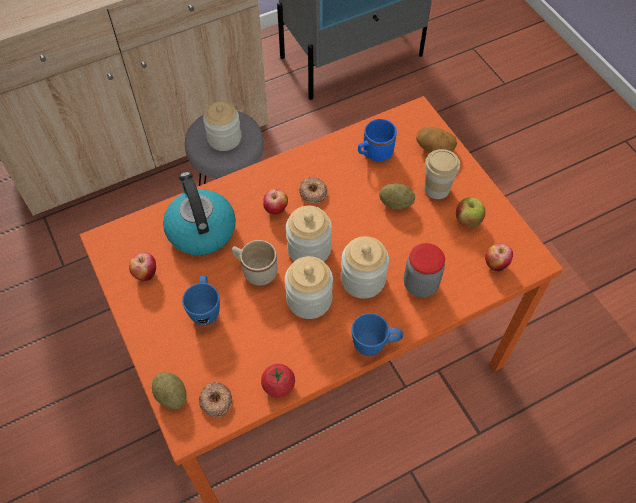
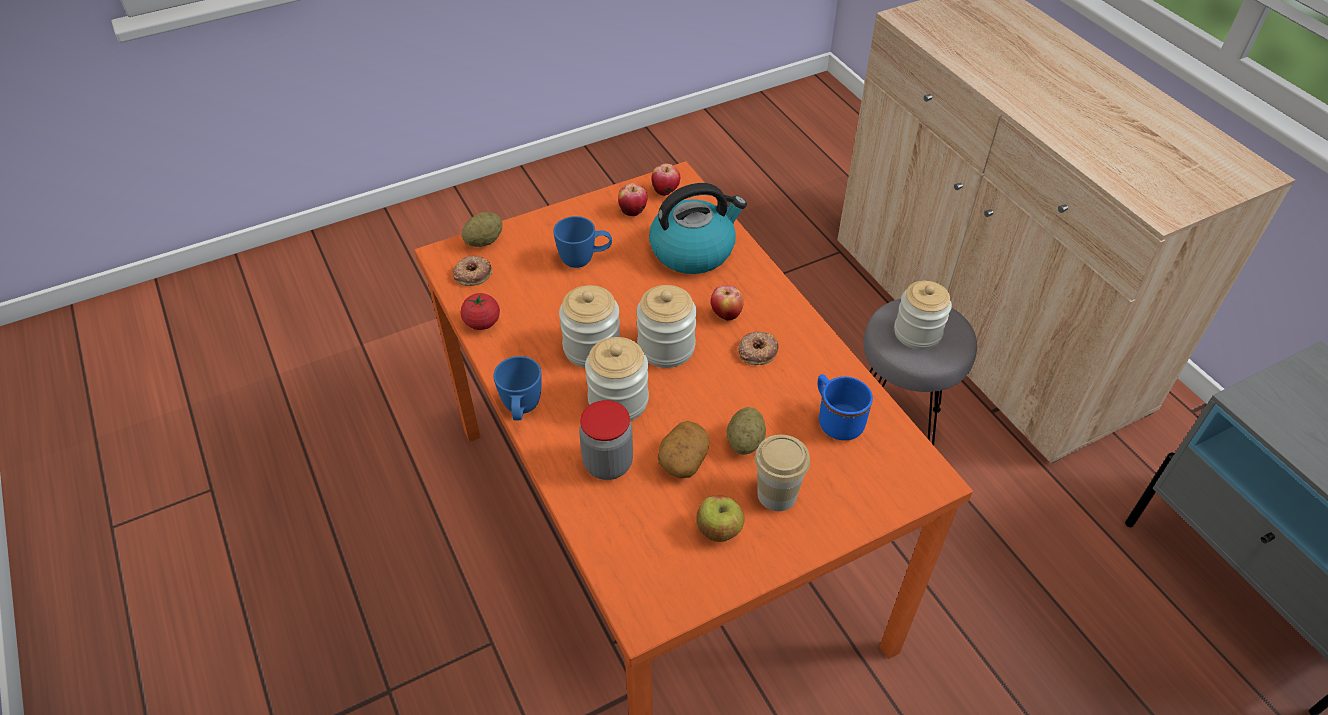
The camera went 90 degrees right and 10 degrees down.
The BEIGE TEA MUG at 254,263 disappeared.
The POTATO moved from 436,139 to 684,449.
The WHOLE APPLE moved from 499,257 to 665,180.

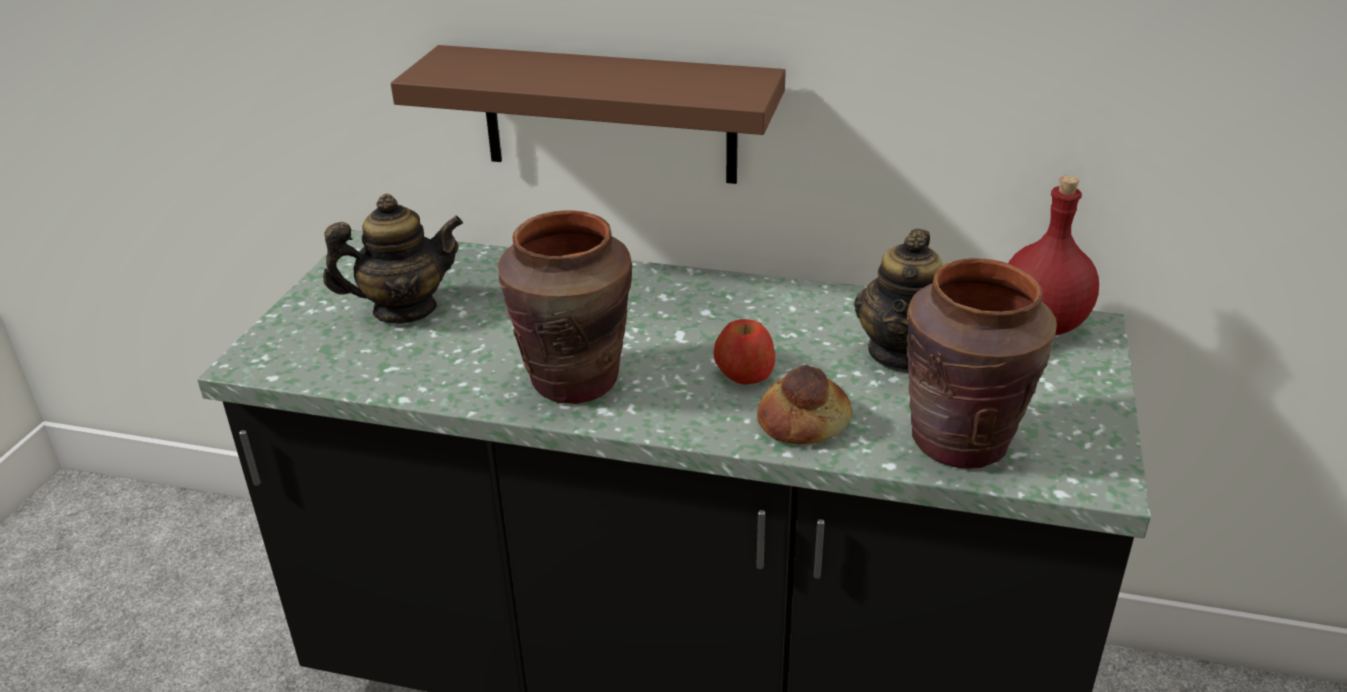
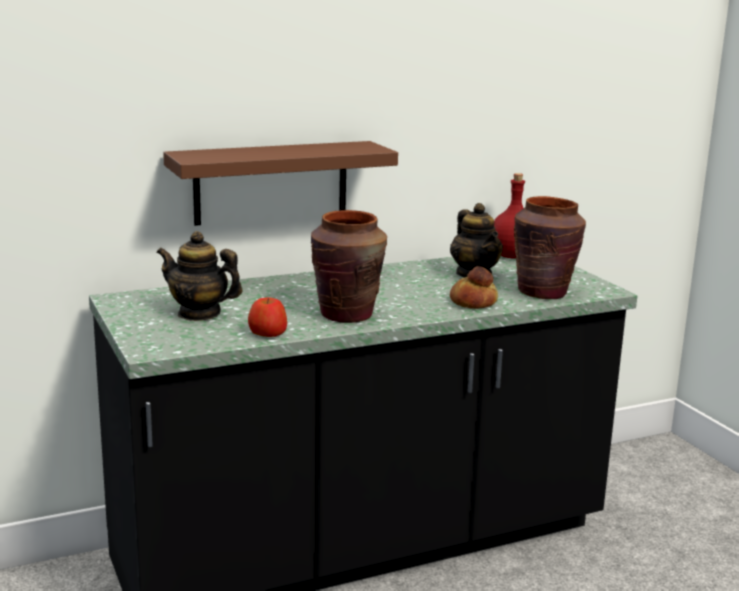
The camera went 40 degrees left and 15 degrees down.
The TEAPOT at 393,259 turned 105 degrees counterclockwise.
The WHOLE APPLE moved from 744,352 to 267,317.

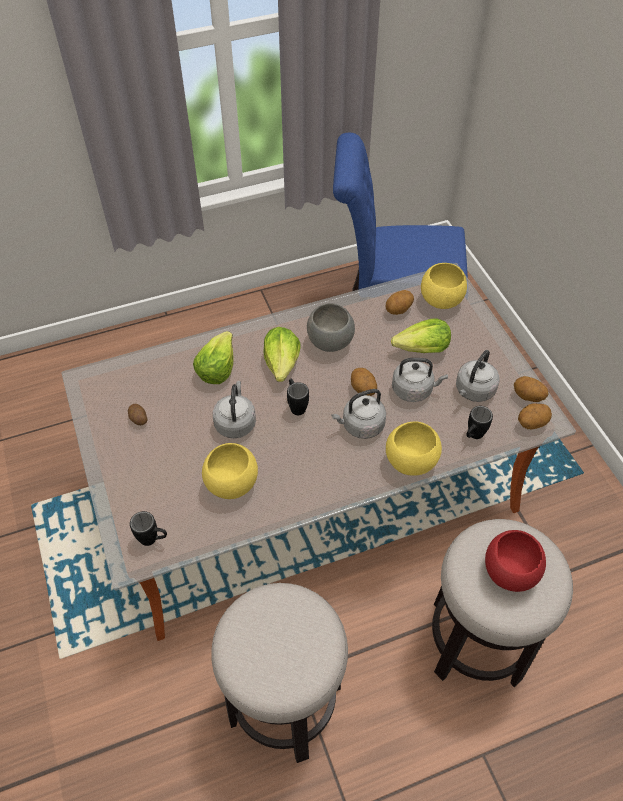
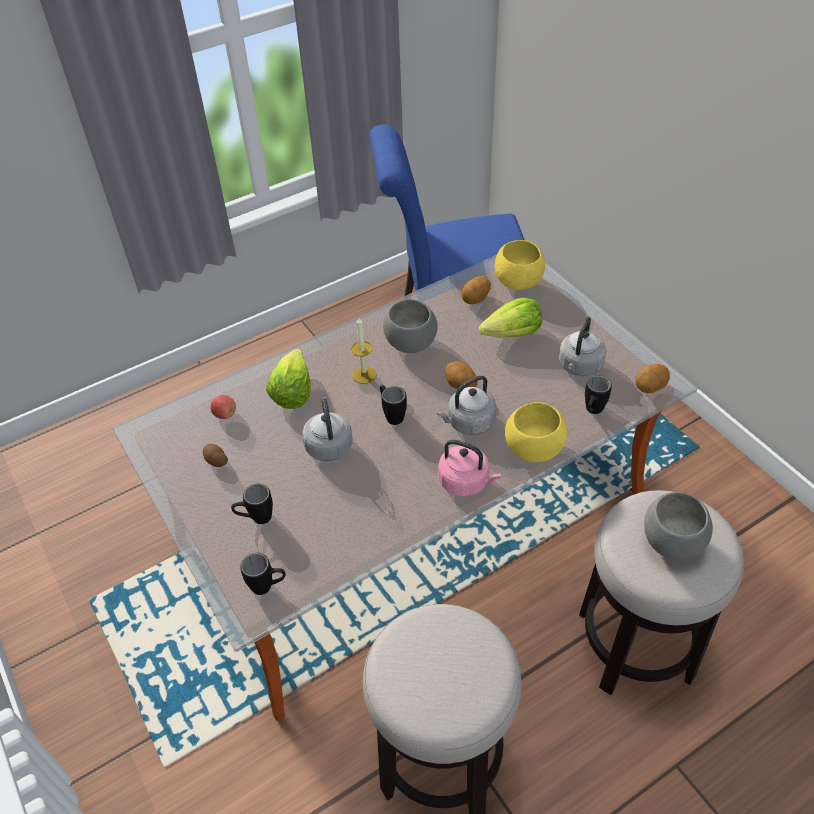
The camera went 10 degrees left and 5 degrees down.
The YELLOW BOWL at 230,471 disappeared.
The LETTUCE HEAD at 281,354 was replaced by the CANDLE at 363,351.
The GREYISH KETTLE at 420,380 disappeared.
The RED BOWL at 515,561 became the GREYISH BOWL at 678,526.
The POTATO at 531,389 disappeared.
The WHOLE APPLE at 223,407 appeared.
The BLACK-COLOURED TEA MUG at 252,504 appeared.
The PINKISH KETTLE at 469,468 appeared.

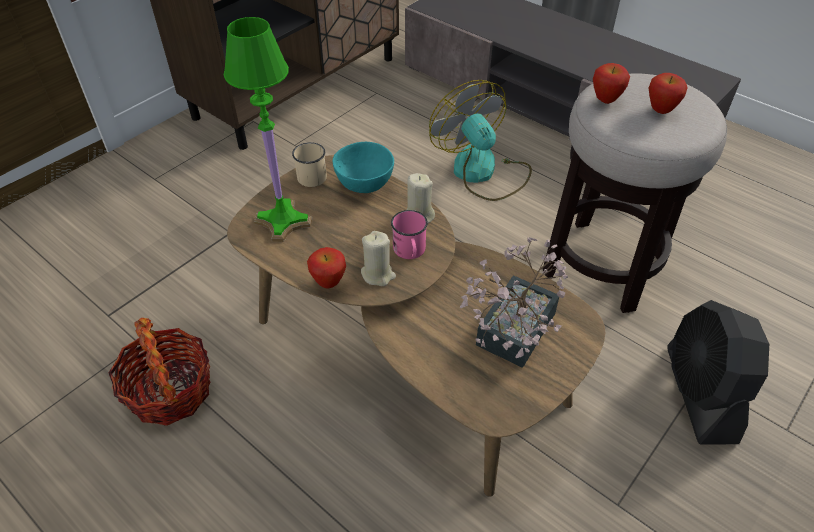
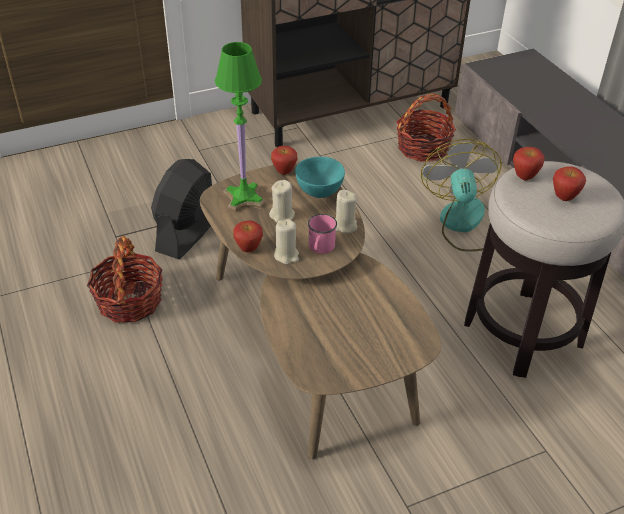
The camera went 25 degrees right and 5 degrees down.
The BEIGE TEA MUG at 309,164 was replaced by the WHOLE APPLE at 284,160.
The PLANT IN A POT at 514,303 disappeared.
The BLACK-COLOURED ELECTRIC FAN moved from 718,372 to 181,209.
The BEIGE CANDLE at 282,201 appeared.
The HOUSEHOLD BASKET at 426,127 appeared.

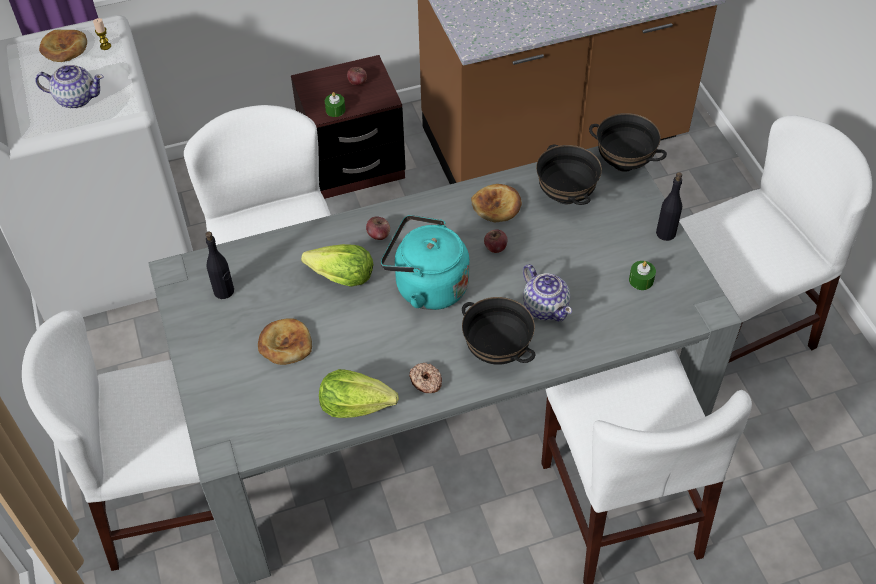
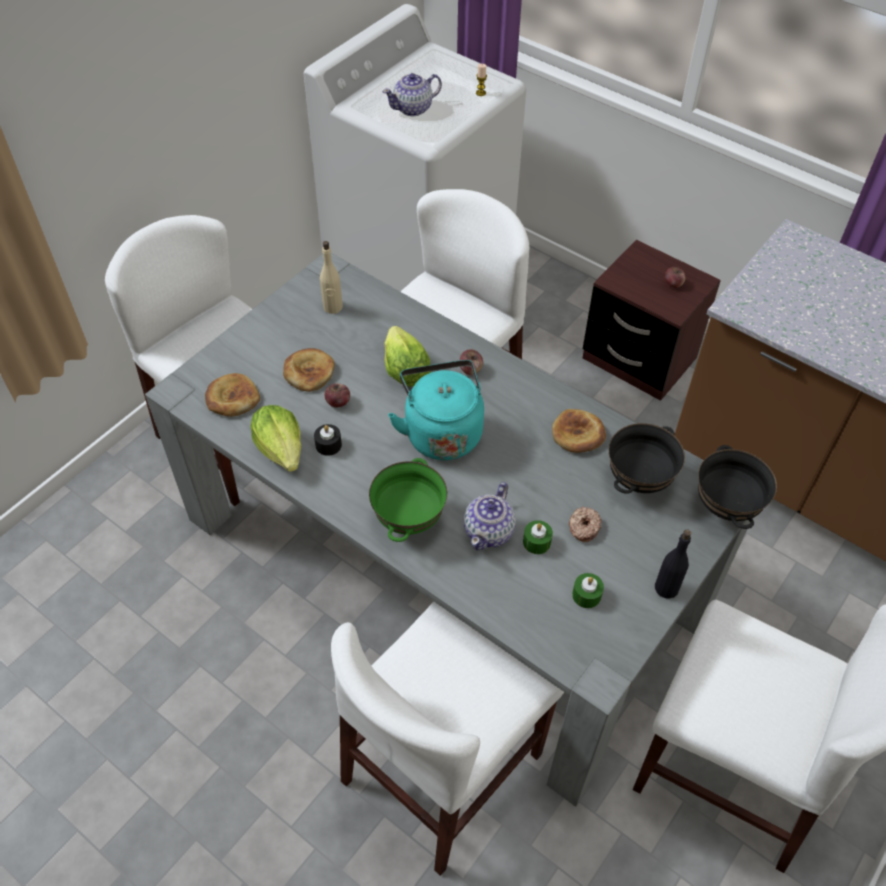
The camera went 55 degrees right and 0 degrees up.
The TEAPOT at 69,86 turned 90 degrees clockwise.
The BAKED BREAD moved from 63,45 to 232,395.
The BLACK-COLOURED DRINK BOTTLE at 220,265 became the BEIGE DRINK BOTTLE at 331,277.
The GREEN CANDLE moved from 335,104 to 538,537.
The RING DOUGHNUT moved from 425,378 to 585,524.
The BLACK-COLOURED BOWL at 499,331 became the GREEN BOWL at 408,500.
The WHOLE APPLE moved from 495,241 to 337,395.
The BLACK-COLOURED CANDLE at 328,440 appeared.

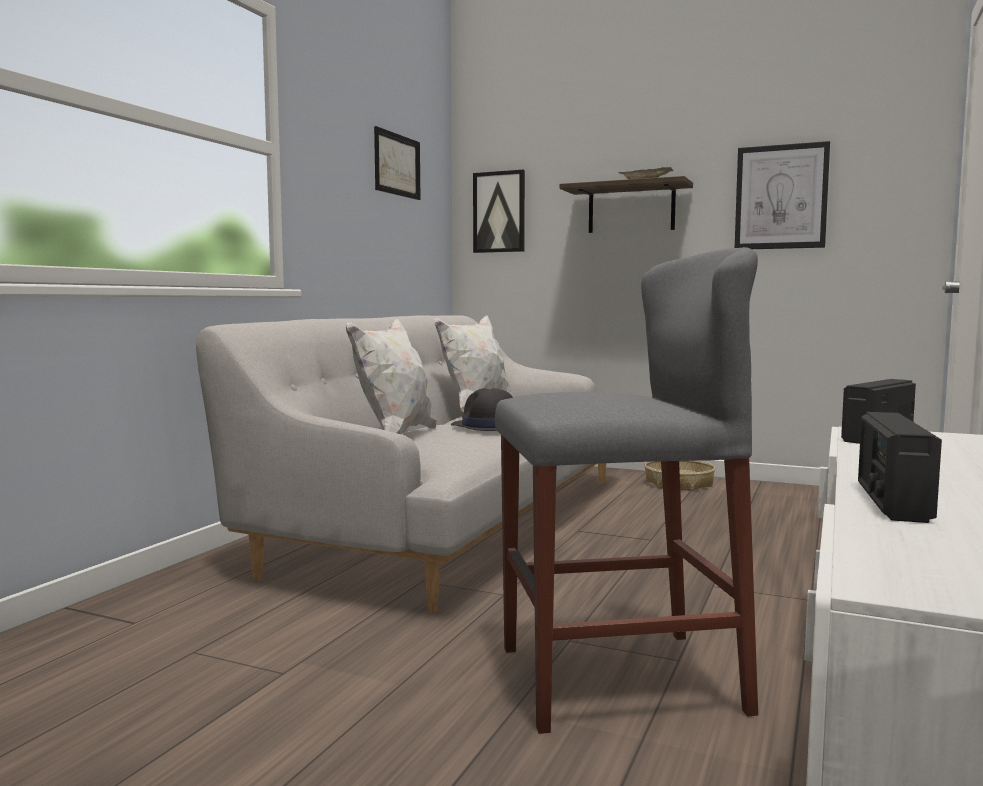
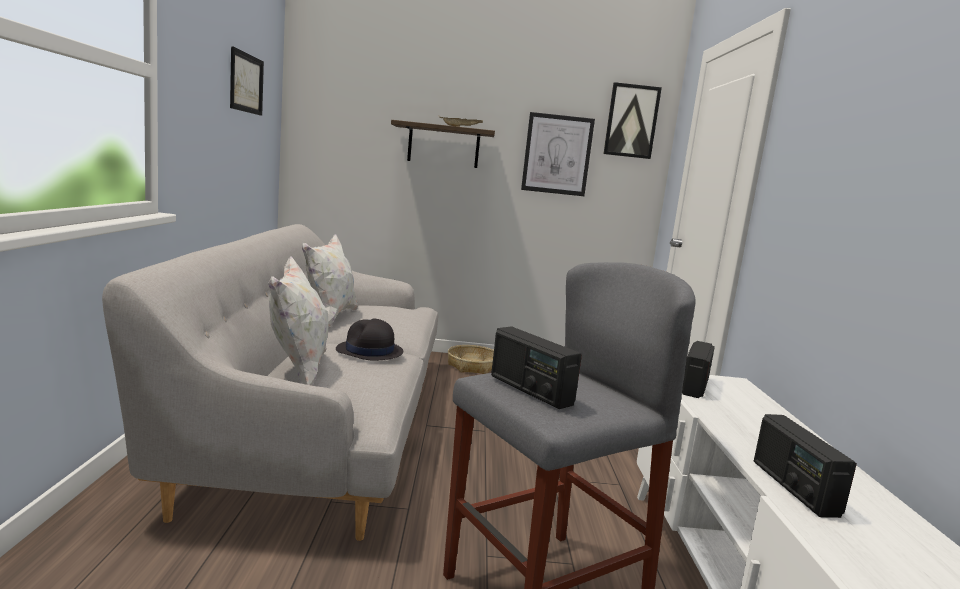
The camera went 25 degrees left and 5 degrees up.
The PICTURE moved from 499,211 to 632,120.
The RADIO RECEIVER at 536,367 appeared.

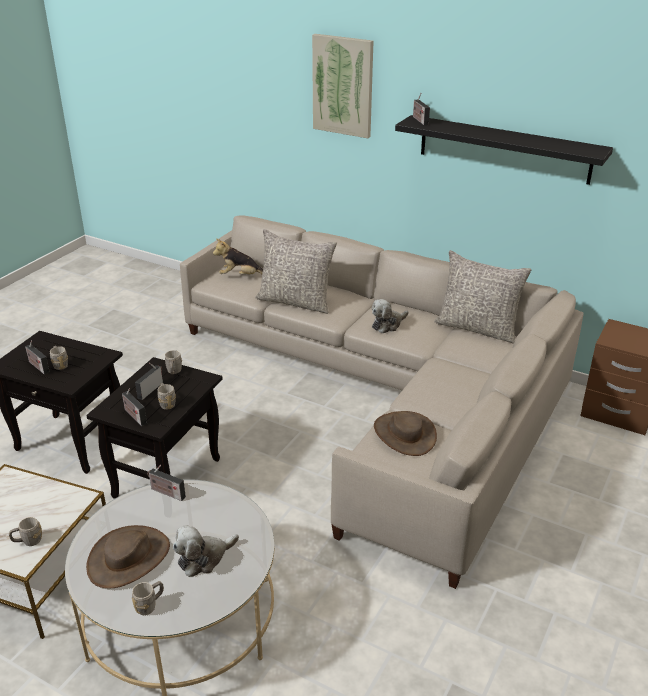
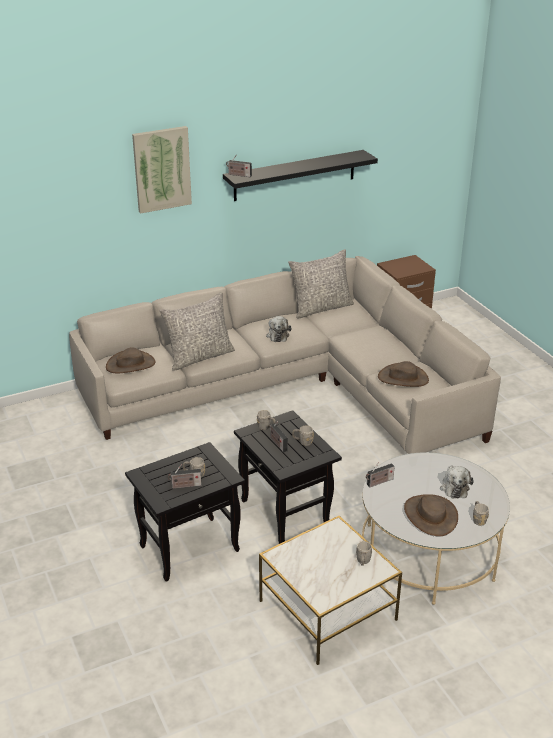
The camera went 55 degrees left and 0 degrees up.
The RADIO RECEIVER at 134,407 disappeared.
The CUDDLY TOY at 238,256 was replaced by the BROWNISH WEARABLE HAT at 130,360.

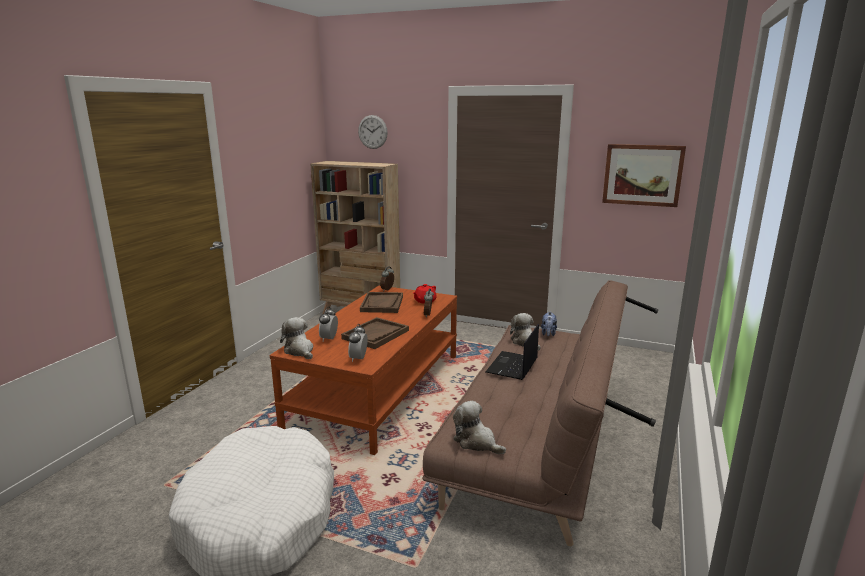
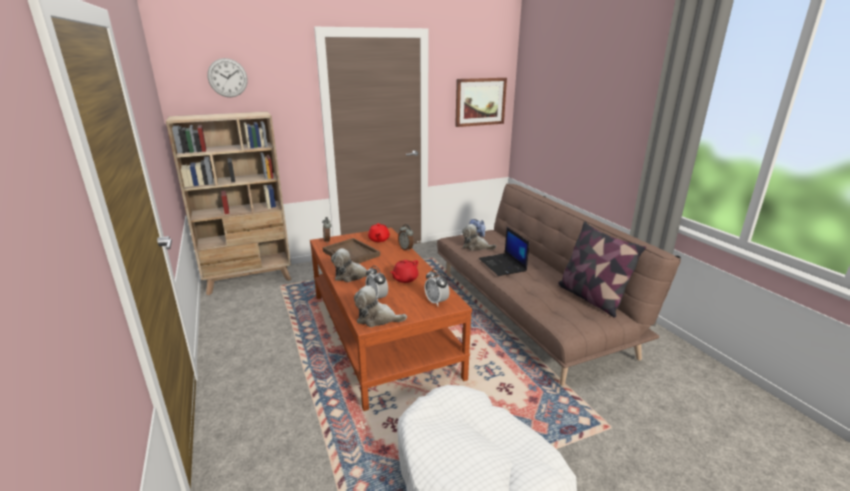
The camera went 45 degrees left and 5 degrees up.
The BROWNISH SERVING TRAY at 375,333 was replaced by the RED TEAPOT at 404,271.
The CUDDLY TOY moved from 479,428 to 353,265.
The THROW PILLOW at 601,270 appeared.

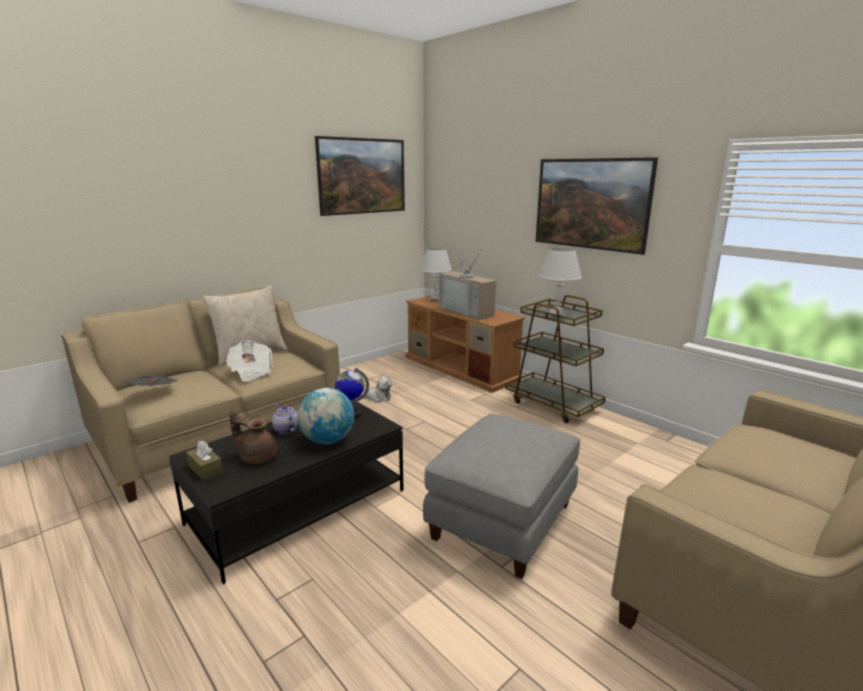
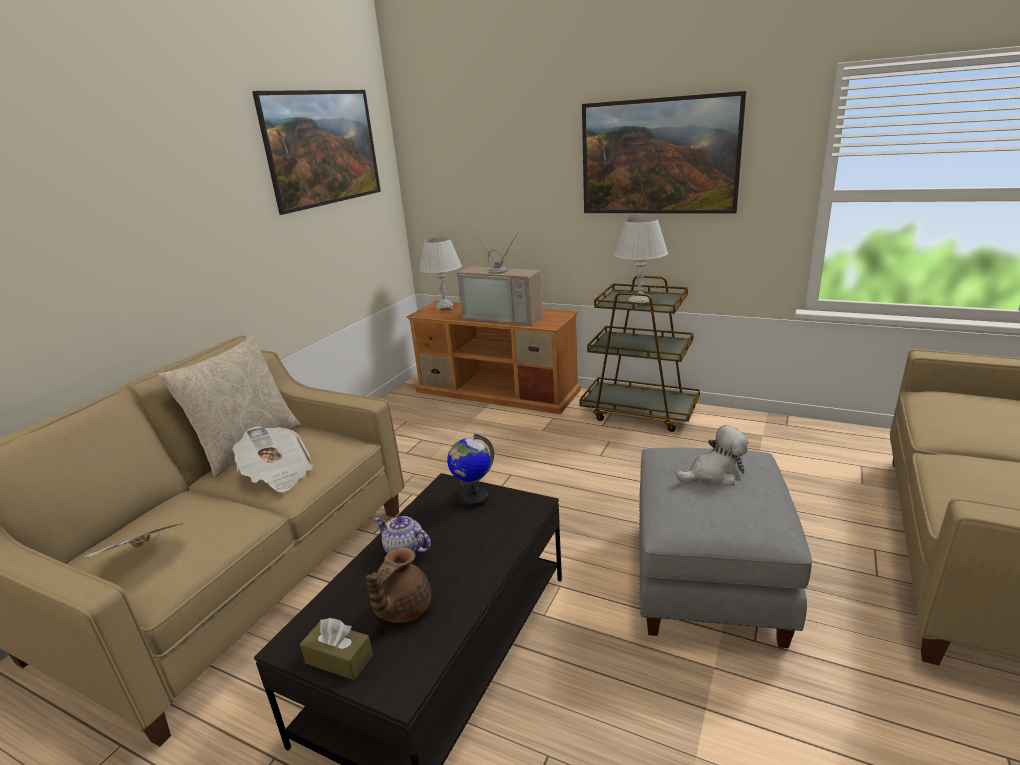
The camera went 20 degrees left and 5 degrees up.
The BROWNISH TEAPOT at 253,437 turned 60 degrees counterclockwise.
The GLOBE at 325,416 disappeared.
The CUDDLY TOY moved from 375,389 to 712,455.

